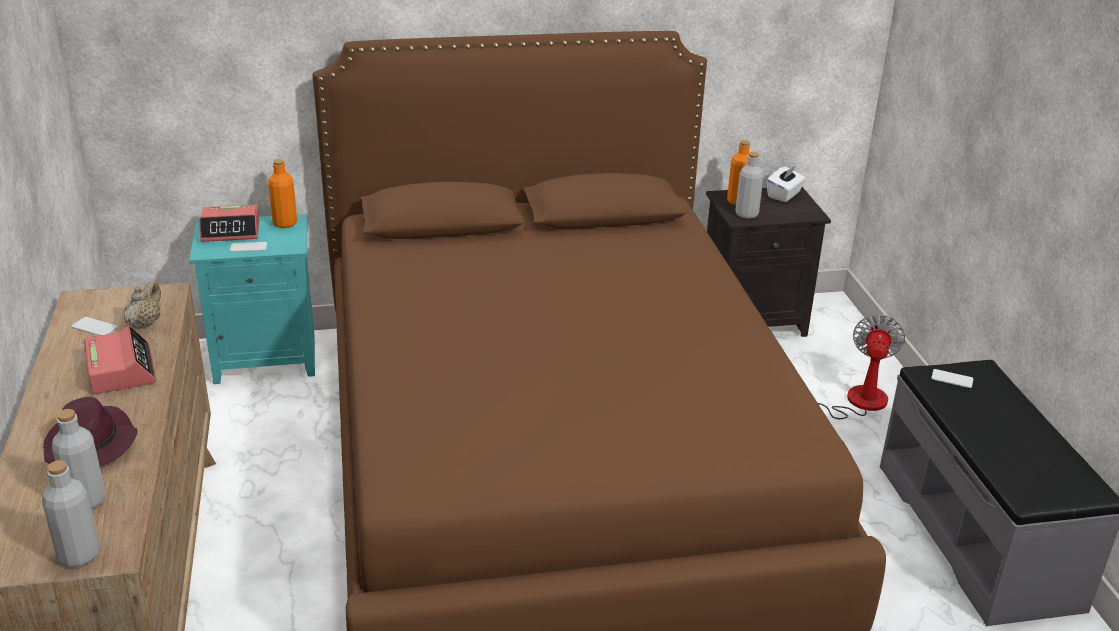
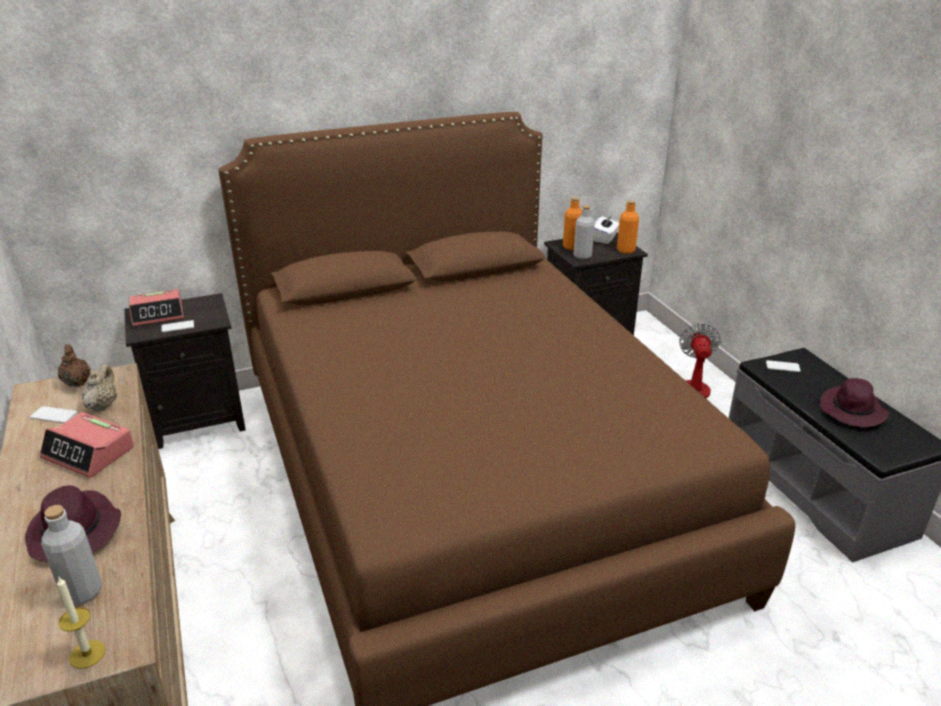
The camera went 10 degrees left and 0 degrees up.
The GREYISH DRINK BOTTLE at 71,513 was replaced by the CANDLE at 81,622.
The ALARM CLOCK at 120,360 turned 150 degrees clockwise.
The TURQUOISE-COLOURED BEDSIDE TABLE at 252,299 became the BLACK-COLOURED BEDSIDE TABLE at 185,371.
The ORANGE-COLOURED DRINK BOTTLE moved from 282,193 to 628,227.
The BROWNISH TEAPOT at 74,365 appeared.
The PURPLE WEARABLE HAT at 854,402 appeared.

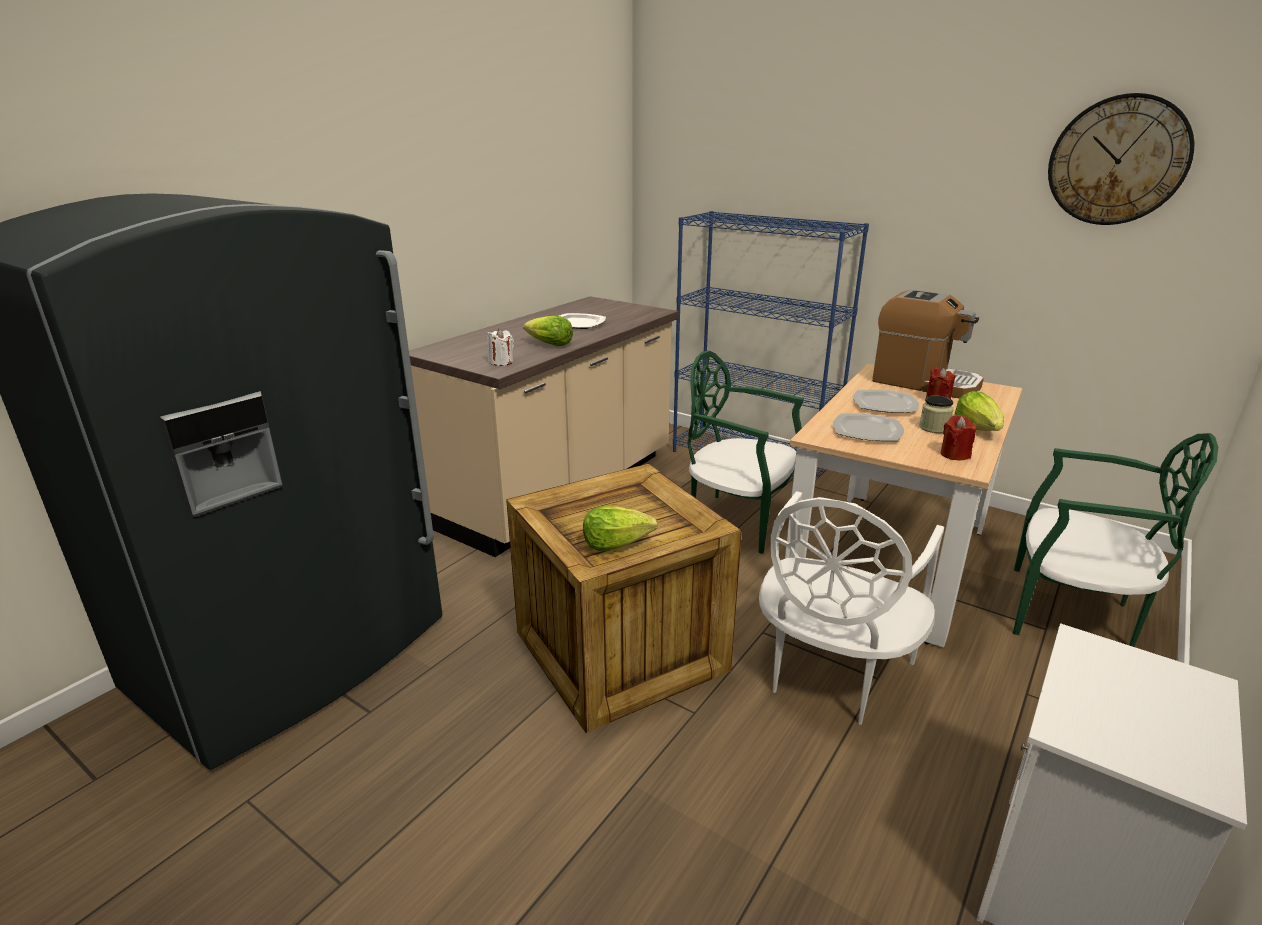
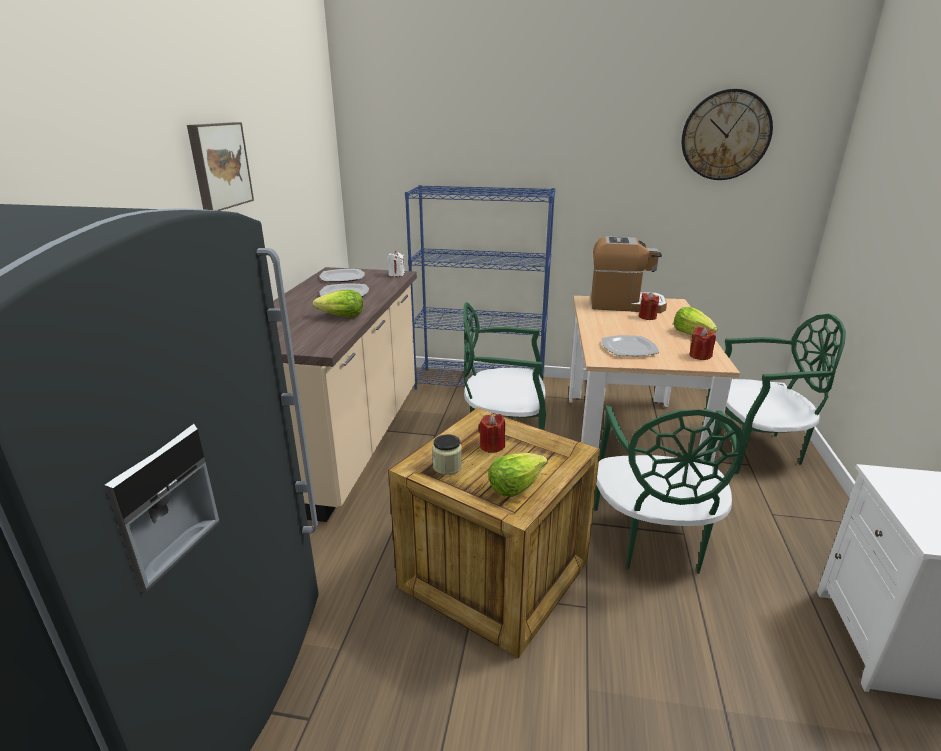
The camera went 25 degrees left and 0 degrees up.
The WHITISH CANDLE moved from 500,347 to 396,264.
The WHITISH PLAIN CHAIR at 851,608 became the GREEN PLAIN CHAIR at 669,490.
The FLAT DISH moved from 886,401 to 342,275.
The JAR moved from 936,414 to 447,454.
The PICTURE at 220,166 appeared.
The RED CANDLE at 492,433 appeared.

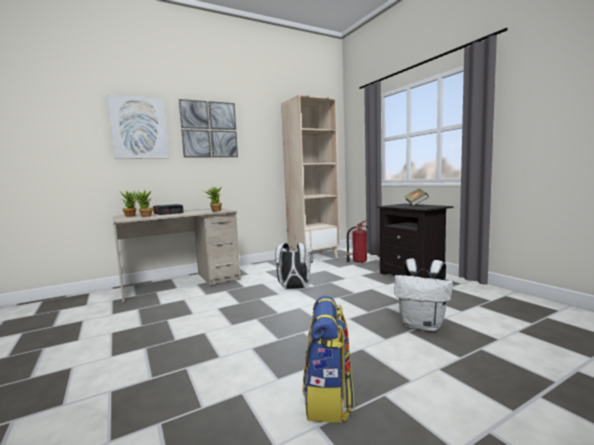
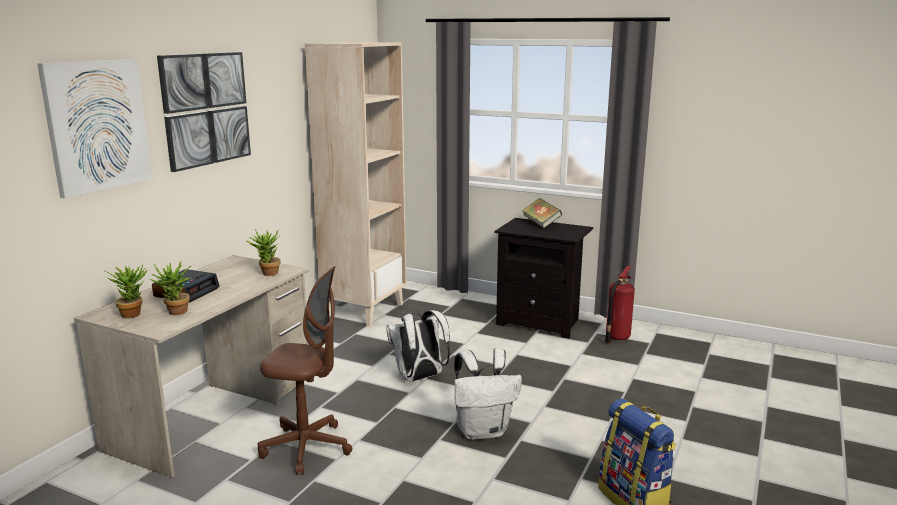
The camera went 35 degrees left and 10 degrees up.
The FIRE-FIGHTING CYLINDER moved from 357,241 to 620,305.
The WHITISH RUCKSACK moved from 423,295 to 488,394.
The BROWNISH OFFICE CHAIR at 305,370 appeared.

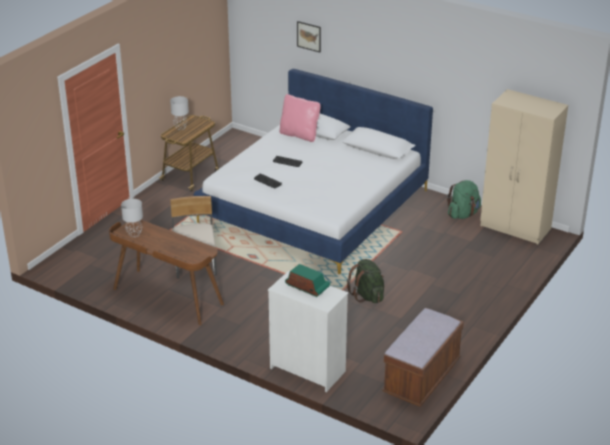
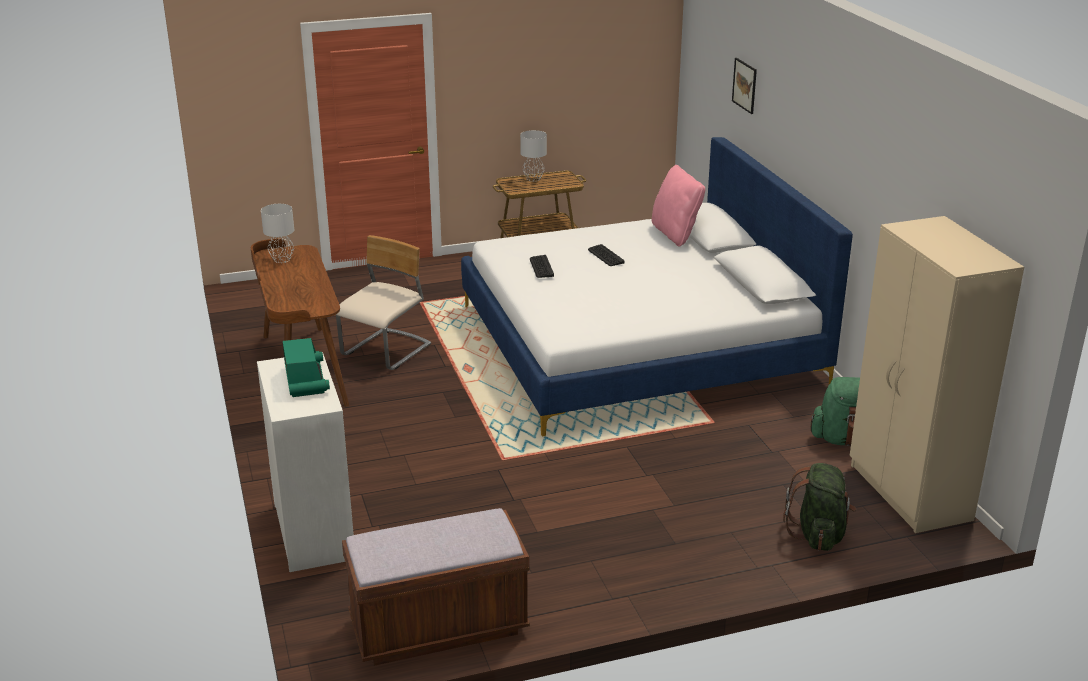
The camera went 40 degrees right and 5 degrees down.
The GREEN RUCKSACK moved from 365,281 to 820,507.

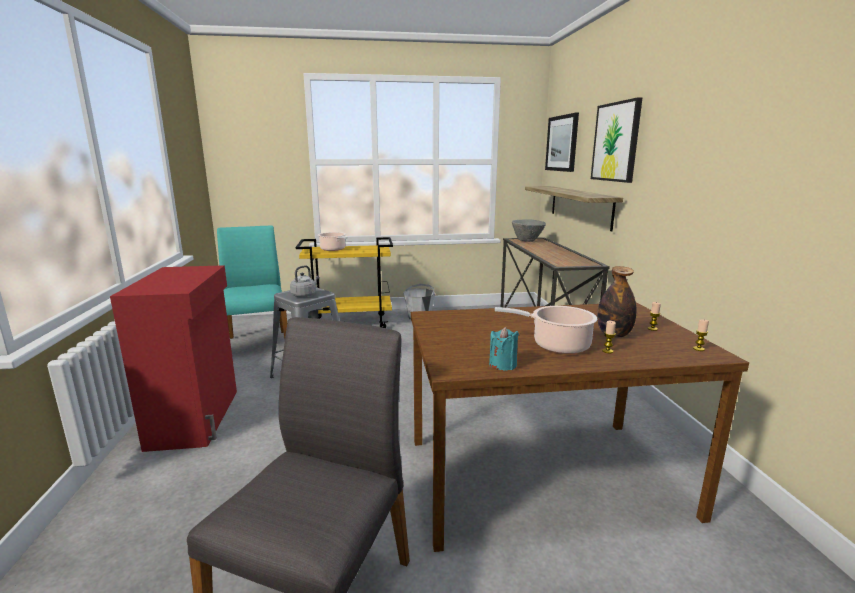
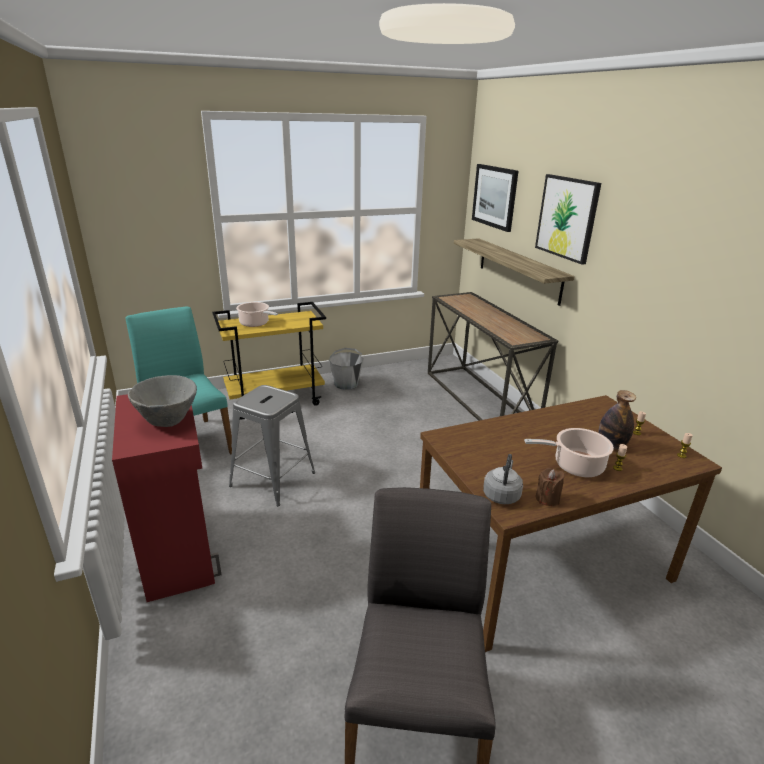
The camera went 15 degrees left and 10 degrees up.
The GREYISH KETTLE moved from 304,281 to 503,479.
The TURQUOISE-COLOURED CANDLE at 504,348 became the BROWNISH CANDLE at 550,487.
The GREYISH BOWL moved from 529,230 to 162,401.

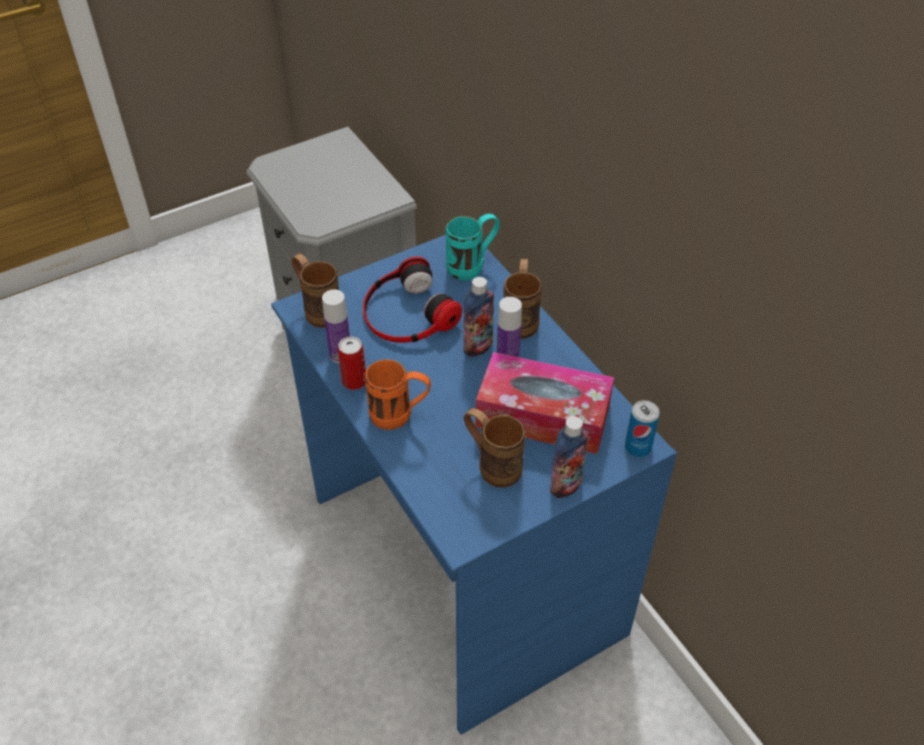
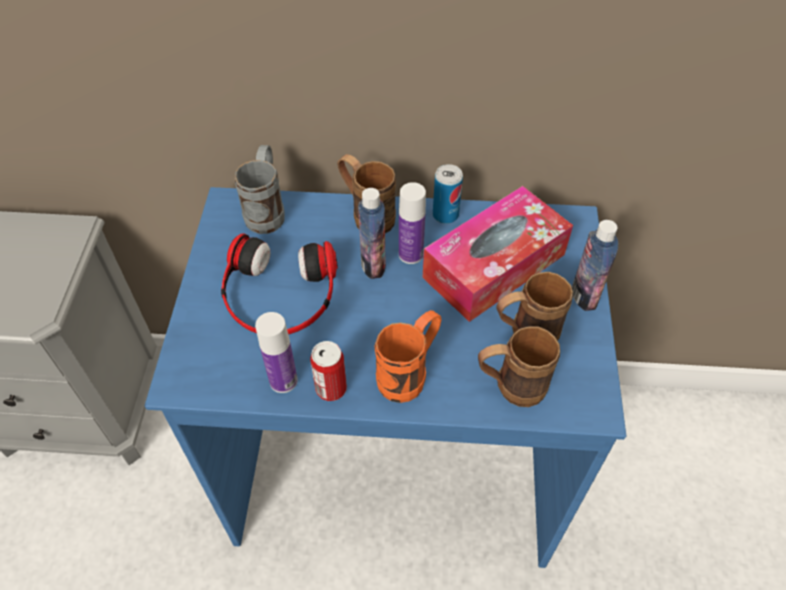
The camera went 55 degrees left and 5 degrees up.
The BROWNISH TEA MUG moved from 315,290 to 519,367.
The TURQUOISE-COLOURED TEA MUG at 472,247 became the GREYISH TEA MUG at 260,189.
The SEALED CAN moved from 642,428 to 448,194.

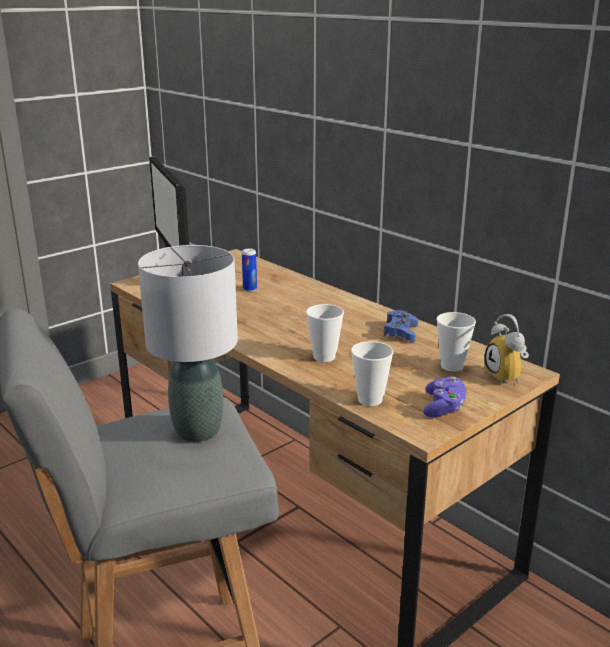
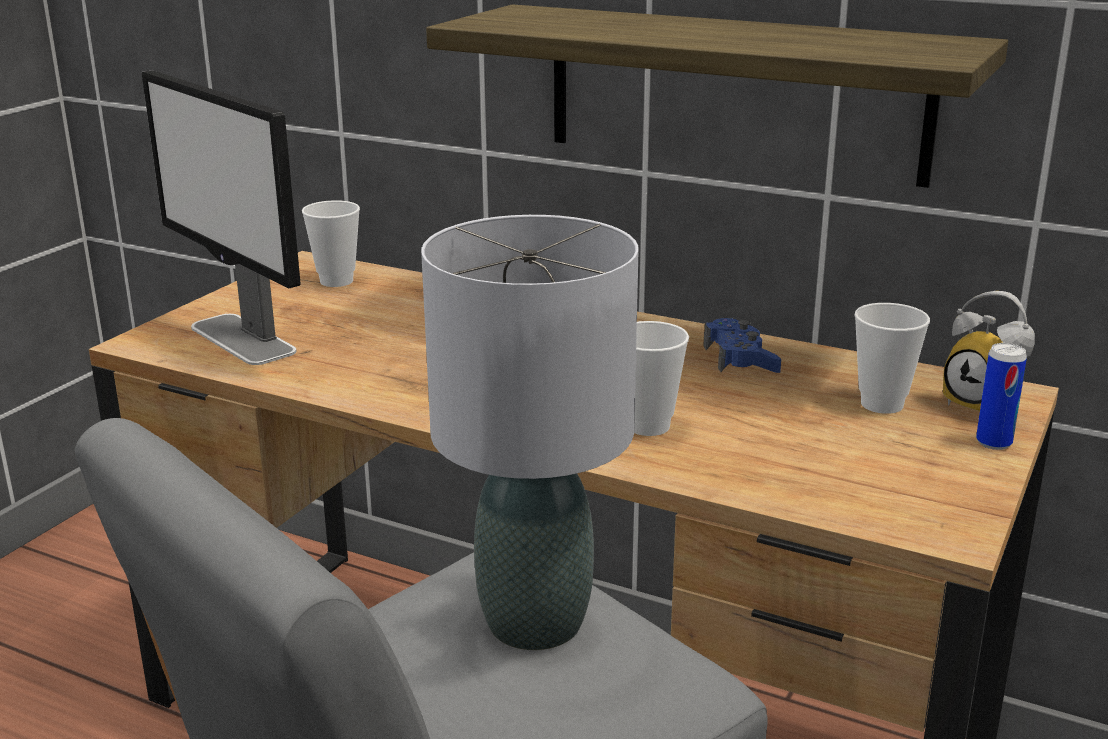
The camera went 20 degrees left and 0 degrees up.
The SEALED CAN moved from 249,270 to 1001,396.
The SMALL CUP moved from 372,373 to 331,243.
The PURPLE GAME CONTROLLER at 444,397 disappeared.
The WALL SHELF at 717,96 appeared.

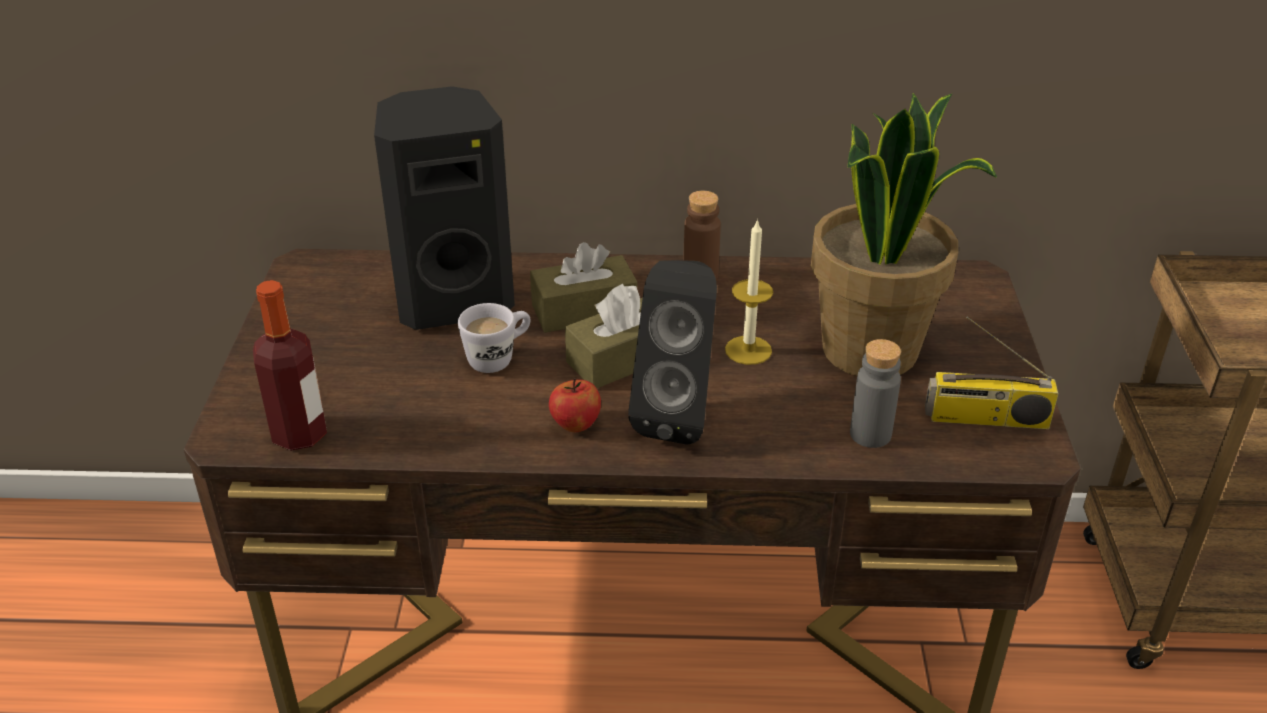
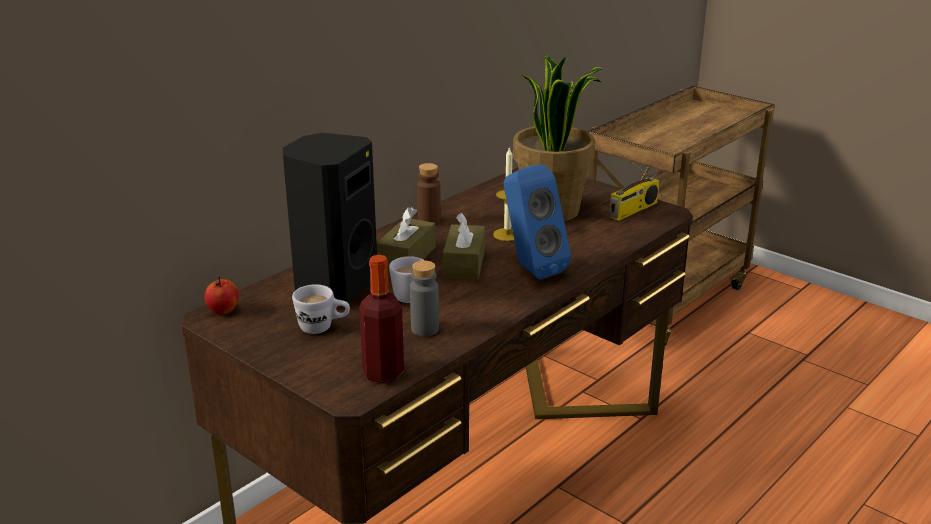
The camera went 50 degrees left and 10 degrees down.
The WHOLE APPLE moved from 575,405 to 221,295.
The BLACK-COLOURED SPEAKER at 672,352 became the BLUISH SPEAKER at 537,222.
The GREYISH DRINK BOTTLE moved from 875,393 to 424,298.
The WHITISH TEA MUG at 321,309 appeared.

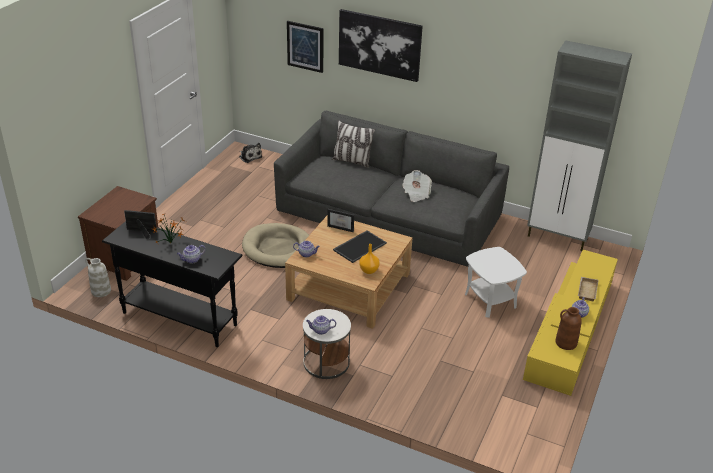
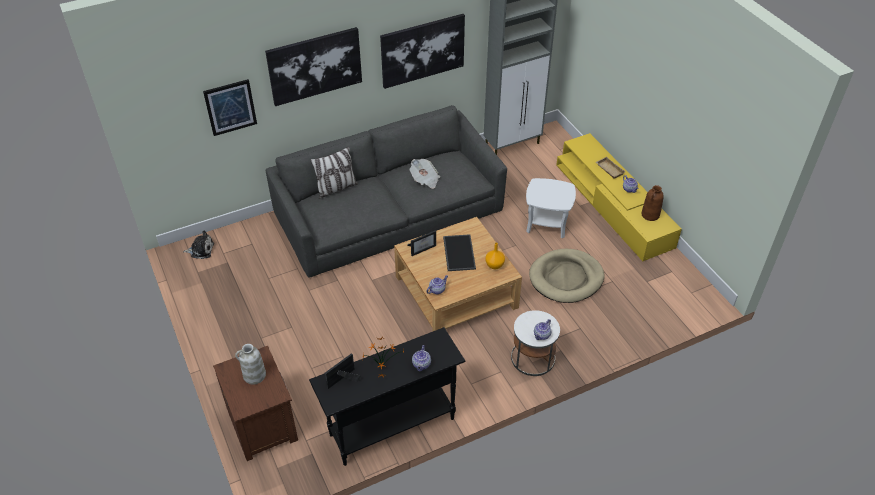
The camera went 50 degrees left and 10 degrees up.
The WHITISH FLOWER VASE moved from 98,277 to 250,364.
The BEIGE DOG BED moved from 275,245 to 566,276.
The PICTURE at 422,51 appeared.

